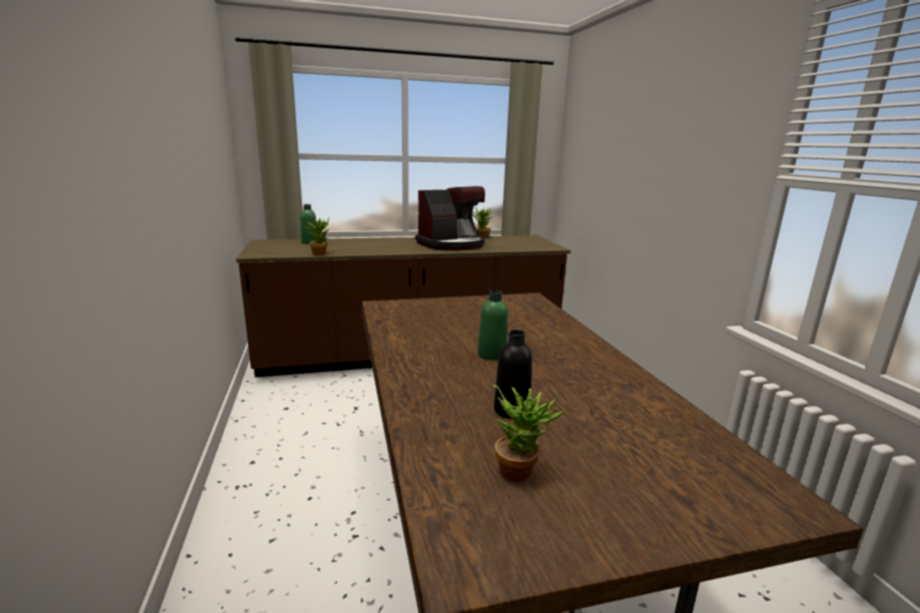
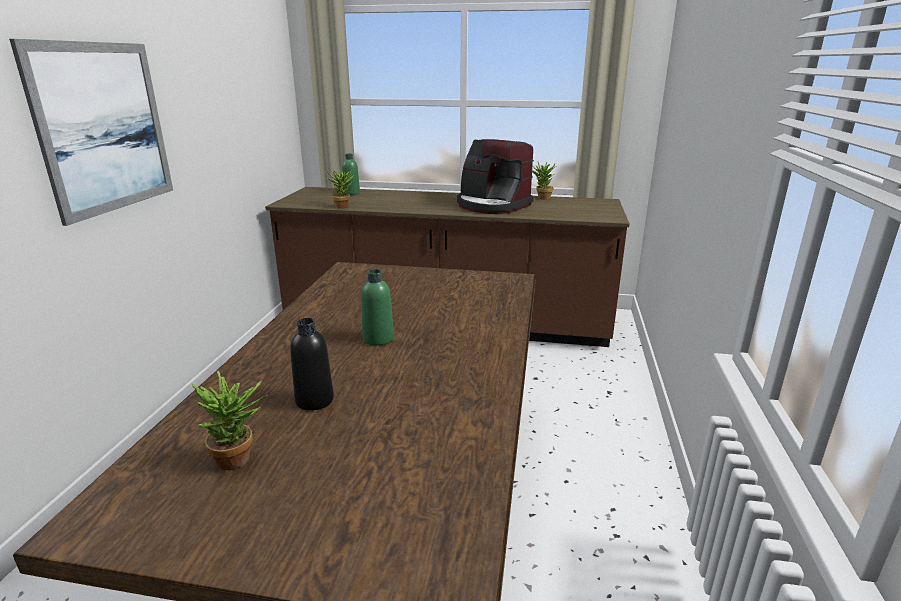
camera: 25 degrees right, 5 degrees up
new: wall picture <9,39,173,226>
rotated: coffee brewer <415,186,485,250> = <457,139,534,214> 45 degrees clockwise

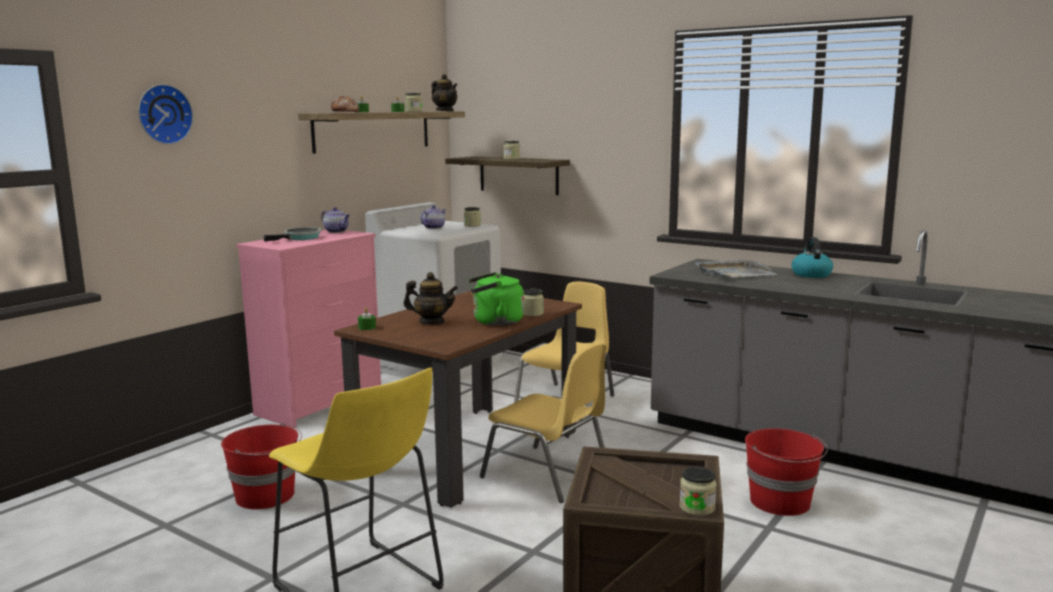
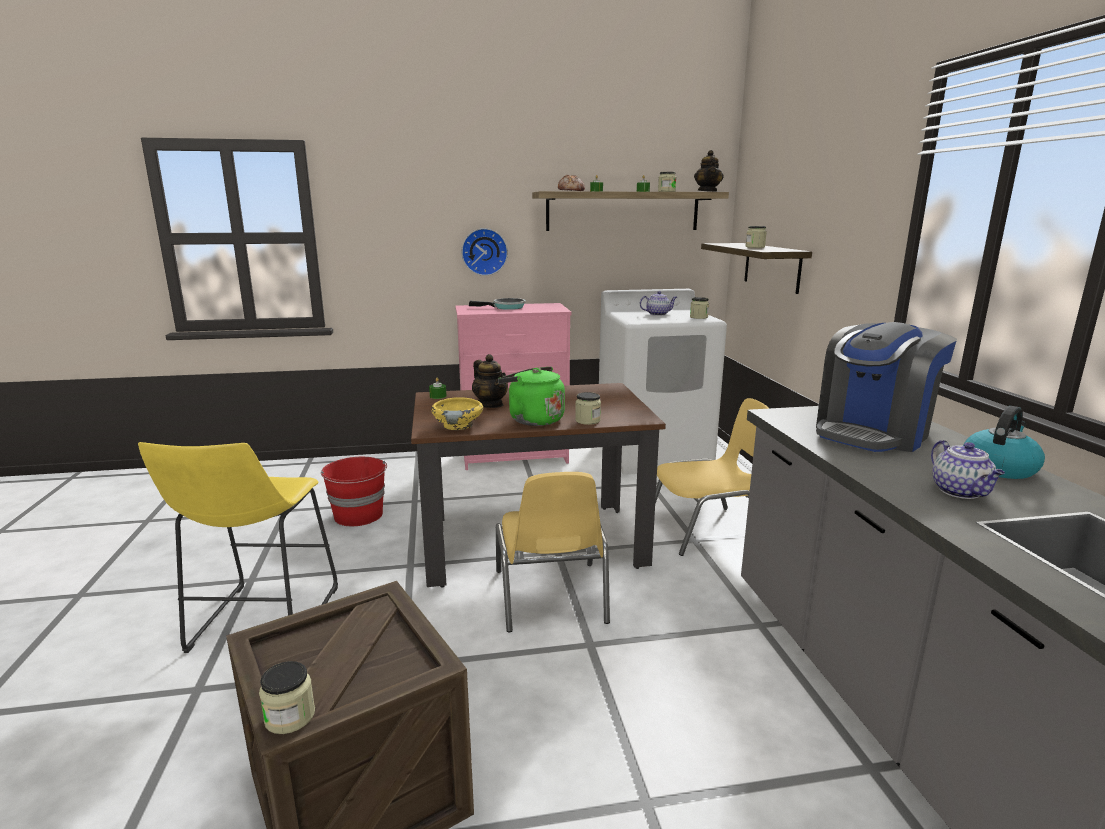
camera: 45 degrees right, 5 degrees up
gone: pail in reddish <745,428,828,516>
new: deep dish in yellow <431,397,483,430>
shifted: clock on the wall <138,84,193,145> to <461,228,508,276>; tea pot <321,207,350,233> to <931,440,1005,499>
swapped: serving tray in gray <694,260,777,277> to coffee brewer <816,322,957,452>

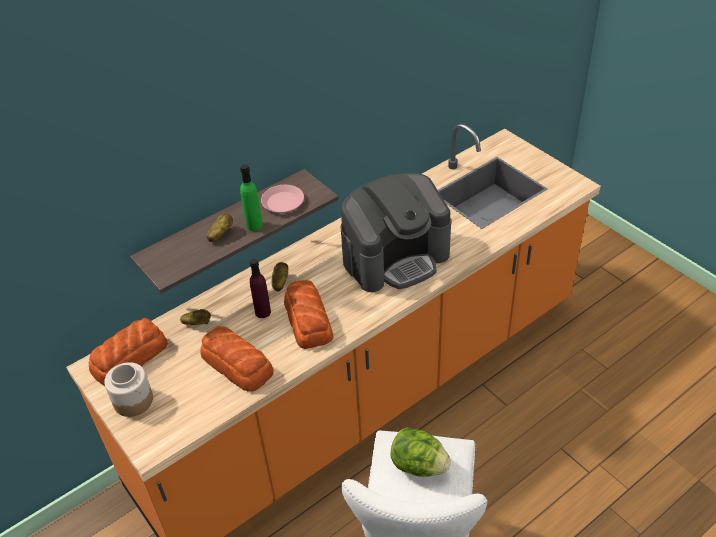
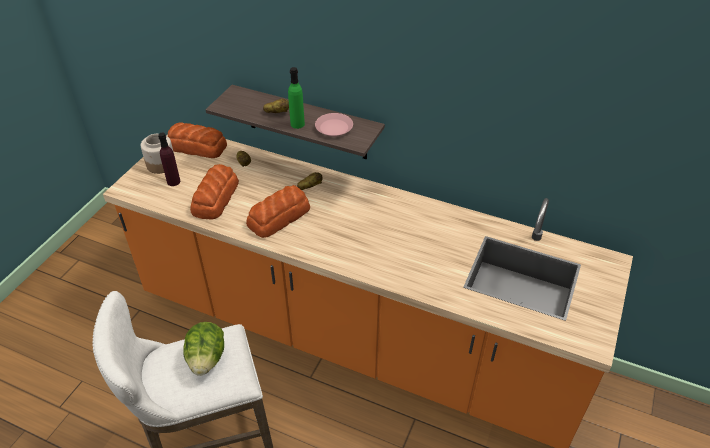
camera: 60 degrees right, 0 degrees up
gone: coffee brewer <341,173,451,292>
shifted: drink bottle in purple-coloured <250,259,271,318> to <158,133,180,186>

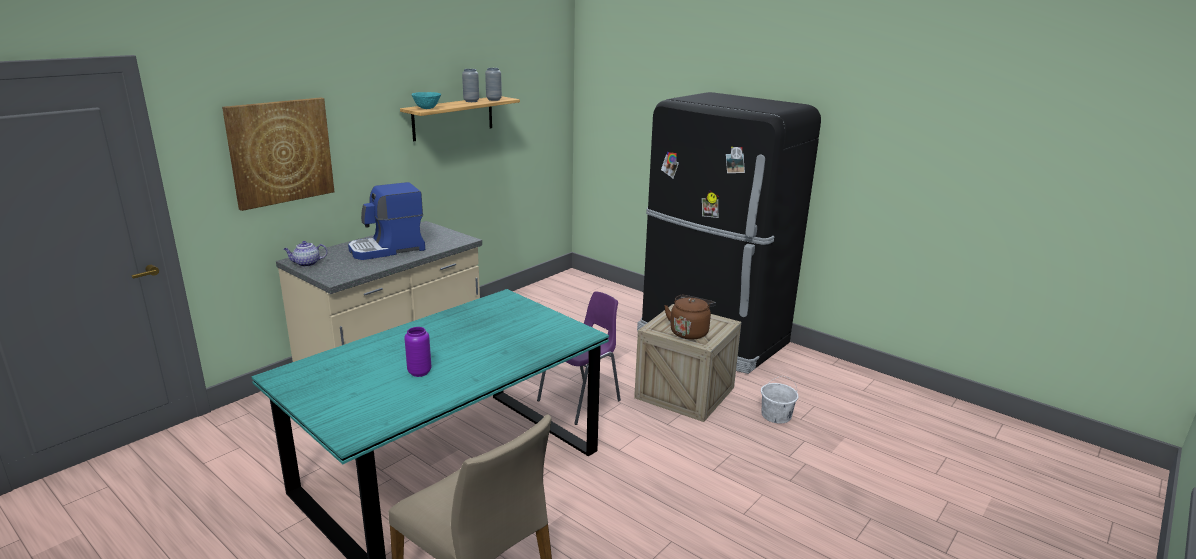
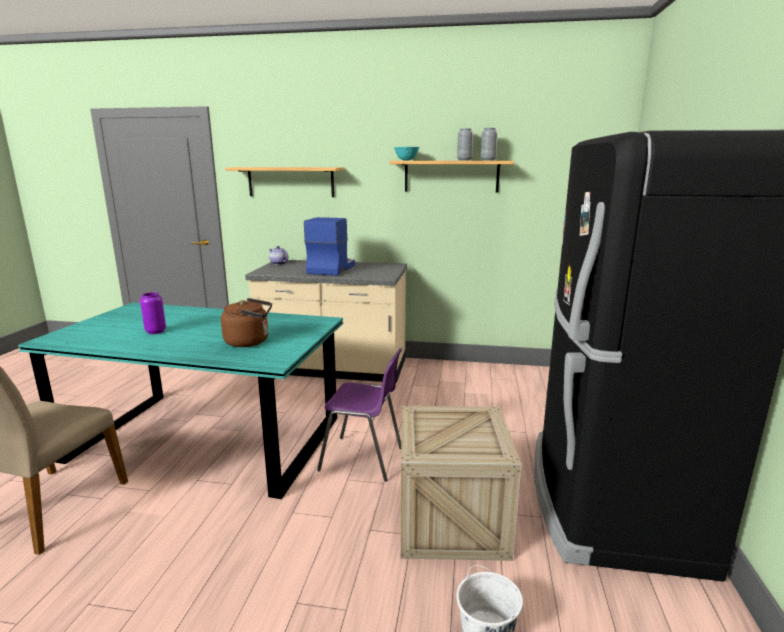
camera: 60 degrees right, 5 degrees down
shifted: tea kettle in brown-coloured <664,294,716,340> to <221,298,272,347>
swapped: wall picture <222,97,334,211> to bracket shelf <225,167,344,197>
rotated: coffee brewer <348,182,425,260> = <304,217,355,276> 75 degrees clockwise

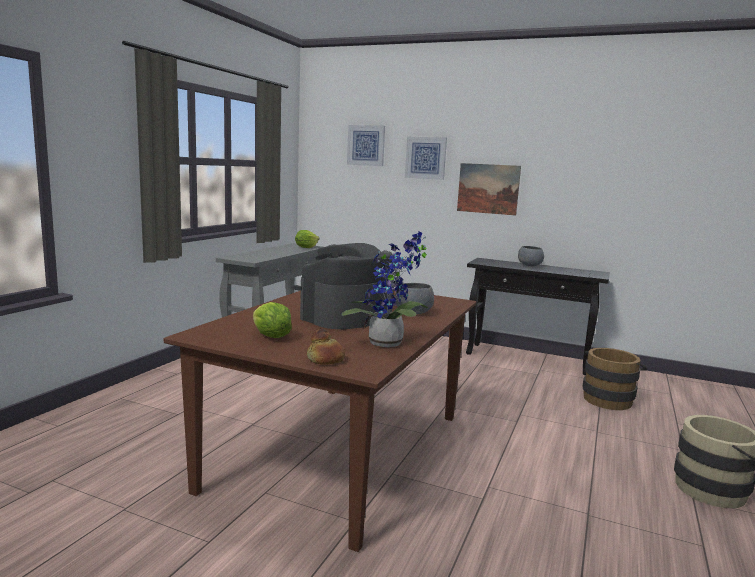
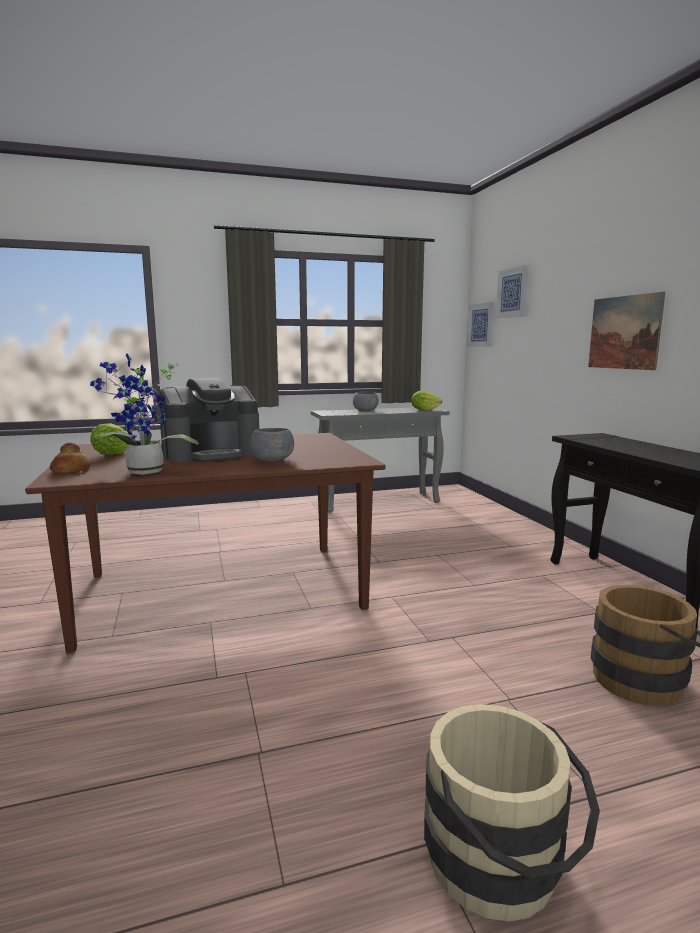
camera: 50 degrees right, 0 degrees up
shifted: wall picture <405,137,447,180> to <467,302,494,347>; deep dish in gray <518,246,544,266> to <353,392,379,412>
rotated: coffee brewer <300,243,393,329> = <159,378,259,463> 150 degrees clockwise

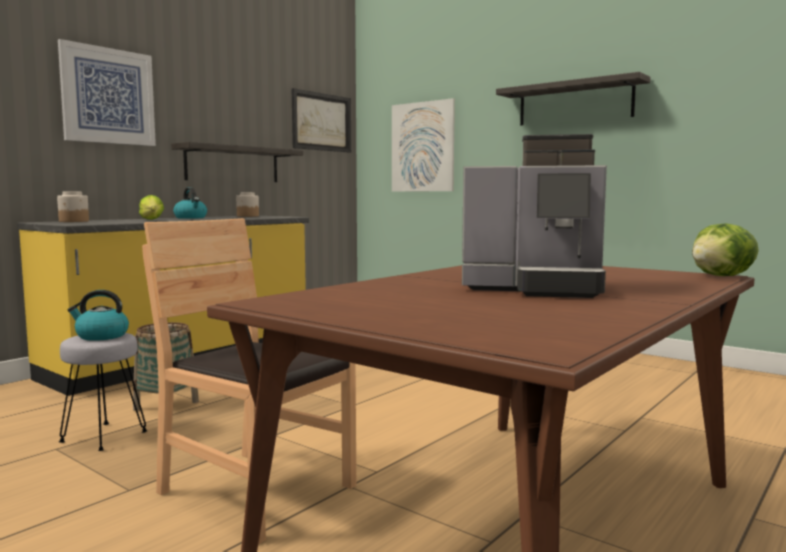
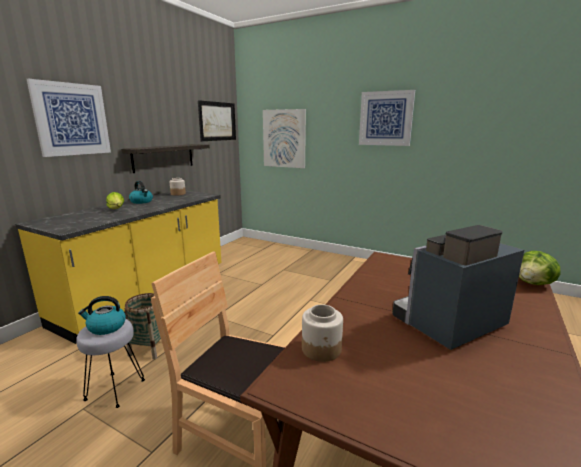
camera: 10 degrees left, 10 degrees up
shifted: jar <57,192,89,222> to <302,304,343,362>
swapped: bracket shelf <496,72,651,125> to wall picture <359,90,415,146>
rotated: coffee brewer <462,134,607,298> = <392,225,524,350> 150 degrees clockwise

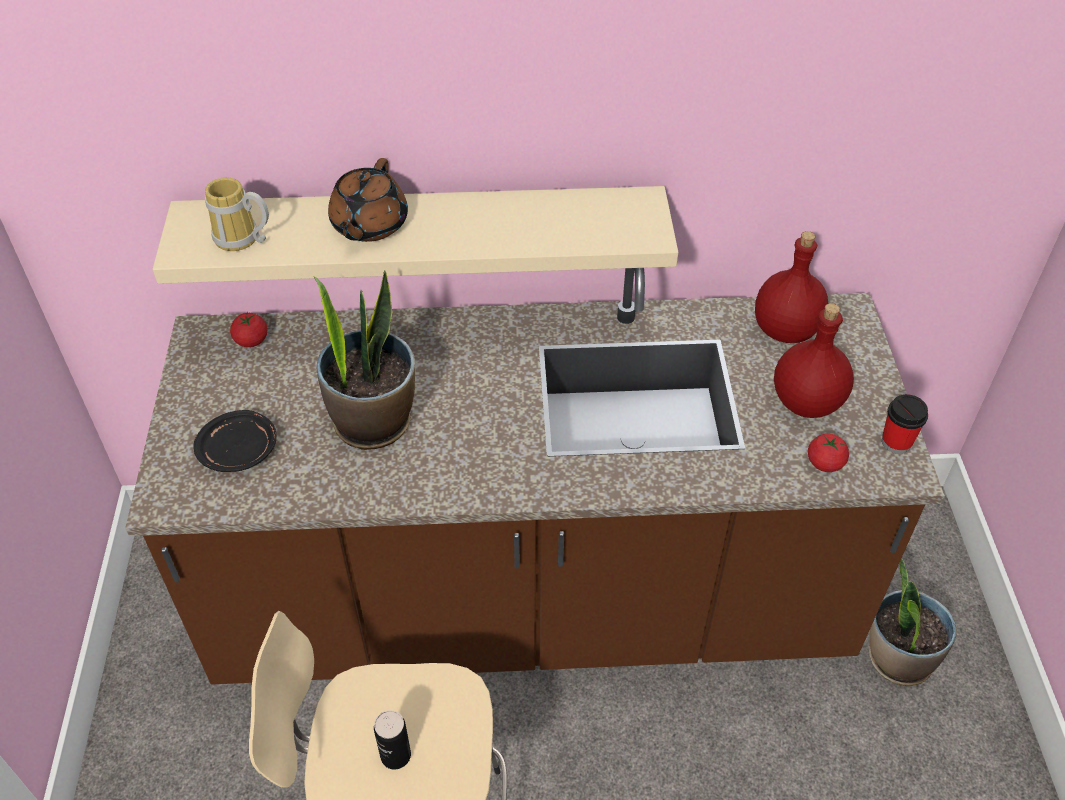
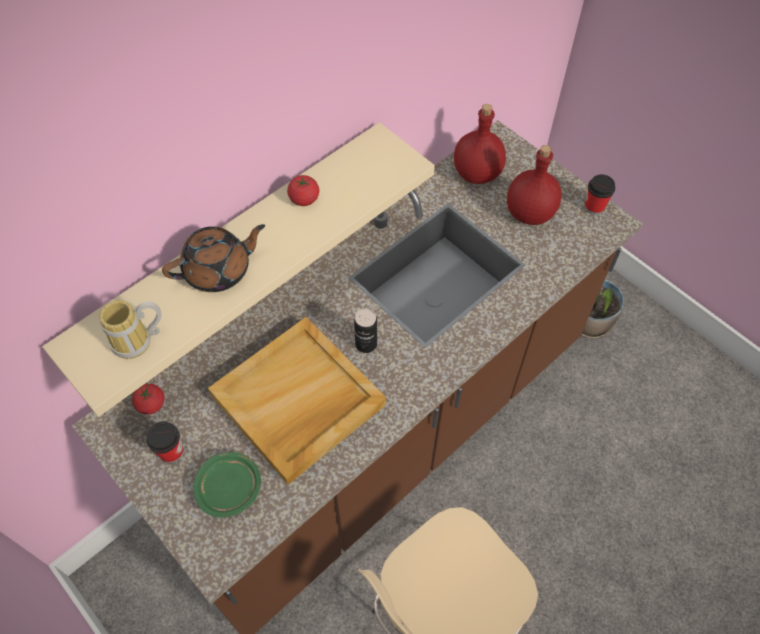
camera: 40 degrees left, 10 degrees up
new: cup <146,421,184,463>
shifted: whole tomato <808,434,849,472> to <287,175,319,206>; can <374,710,411,769> to <354,309,377,353>
swapped: potted plant <313,270,415,450> to serving tray in sand-coloured <208,317,386,485>
repainted: plate in black <193,410,276,472> to plate in greenish <193,452,261,518>
rotated: tea pot in brown-coloured <328,158,408,242> = <162,224,265,292> 90 degrees counterclockwise

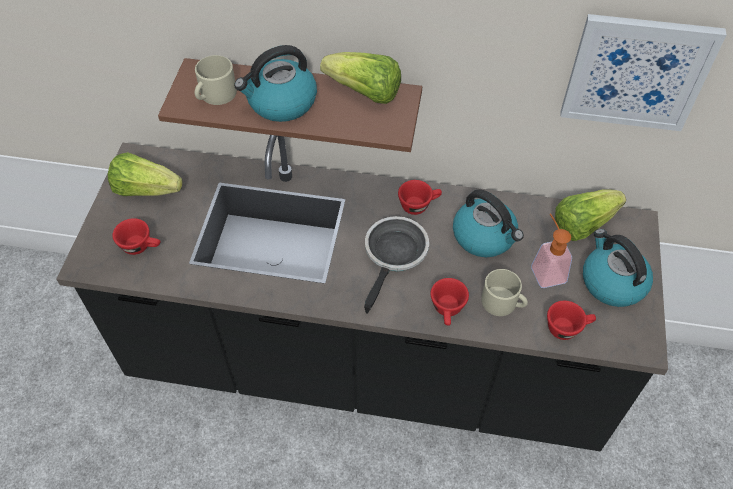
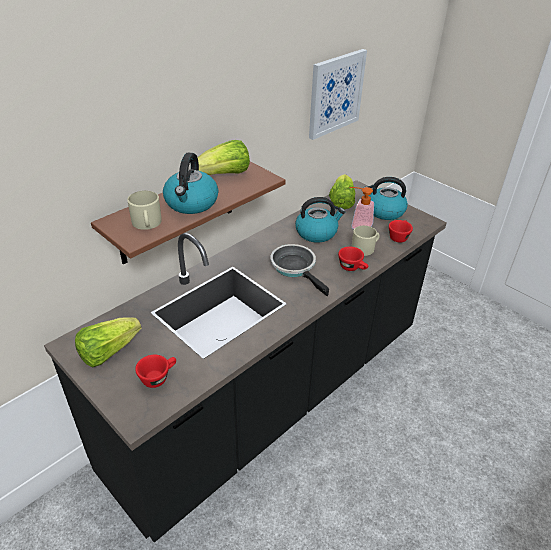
camera: 55 degrees left, 15 degrees down
gone: cup in reddish <398,180,442,215>

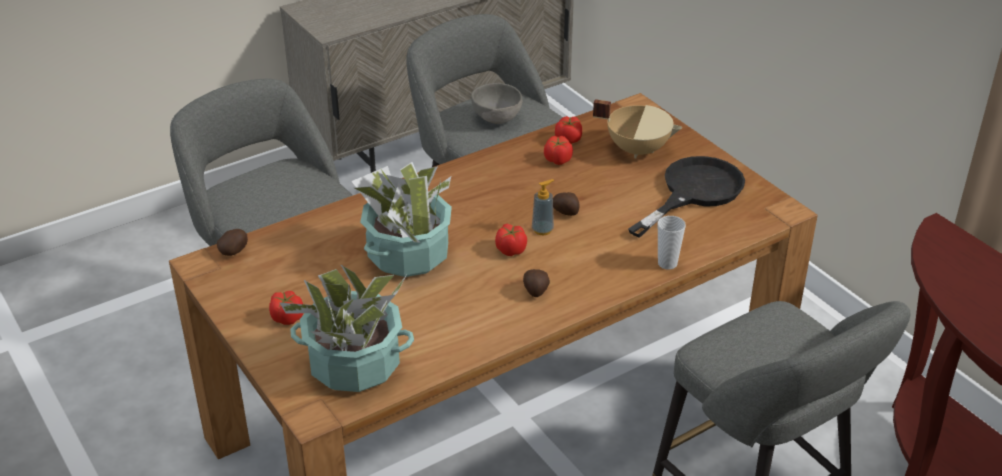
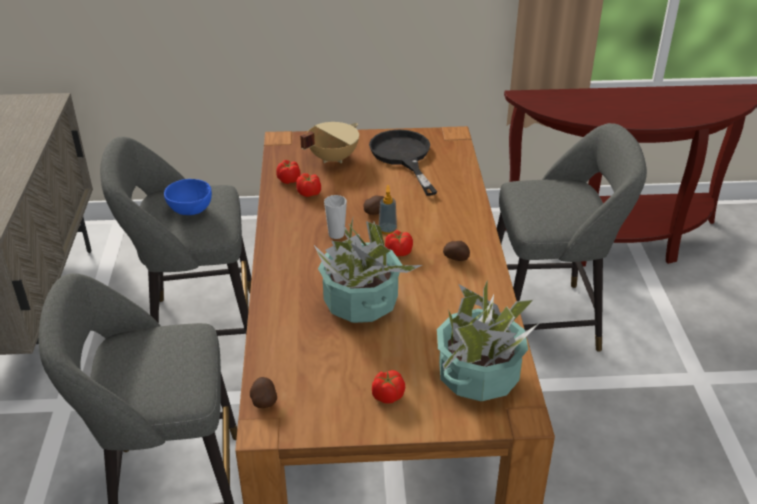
camera: 60 degrees left, 0 degrees up
shifted: cup <658,216,686,269> to <324,195,347,239>
repainted: deep dish in gray <471,83,523,124> to deep dish in blue-coloured <164,179,212,215>

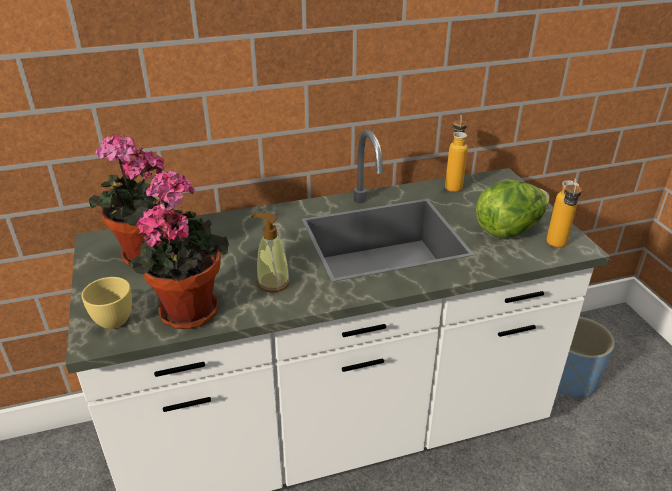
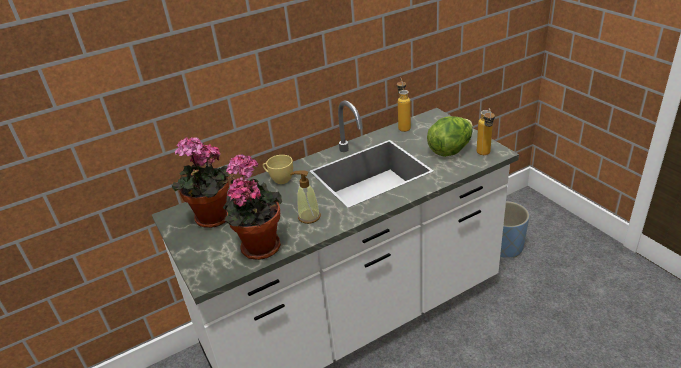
camera: 10 degrees left, 0 degrees up
shifted: cup in yellow <82,277,132,329> to <263,155,293,184>

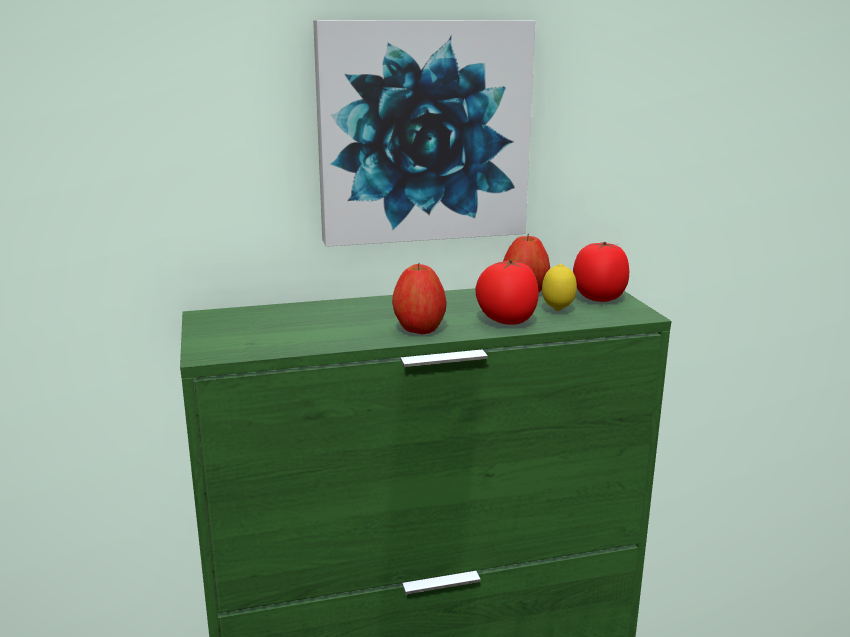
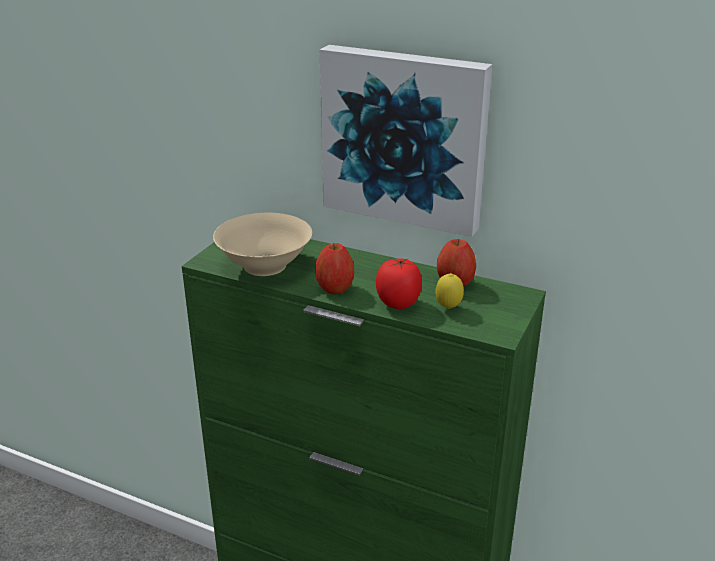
camera: 40 degrees right, 10 degrees up
gone: whole tomato <573,242,629,302>
new: deep dish in sand-coloured <213,213,312,276>

